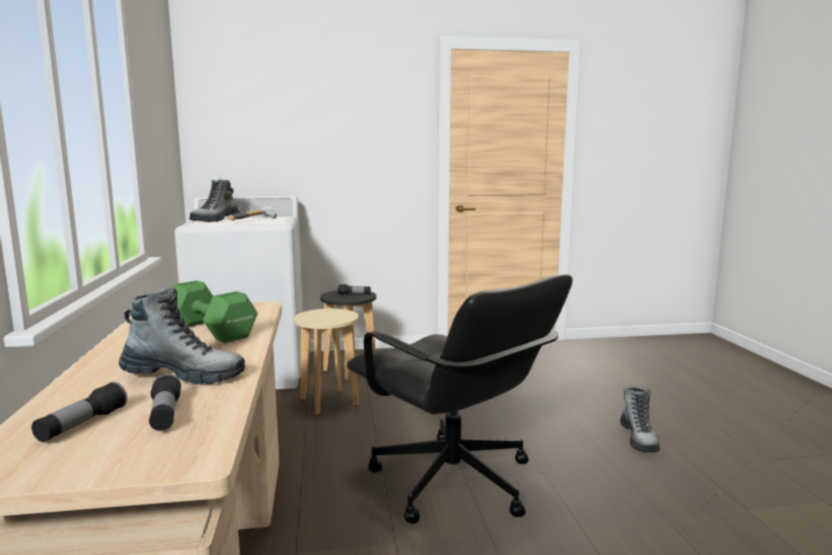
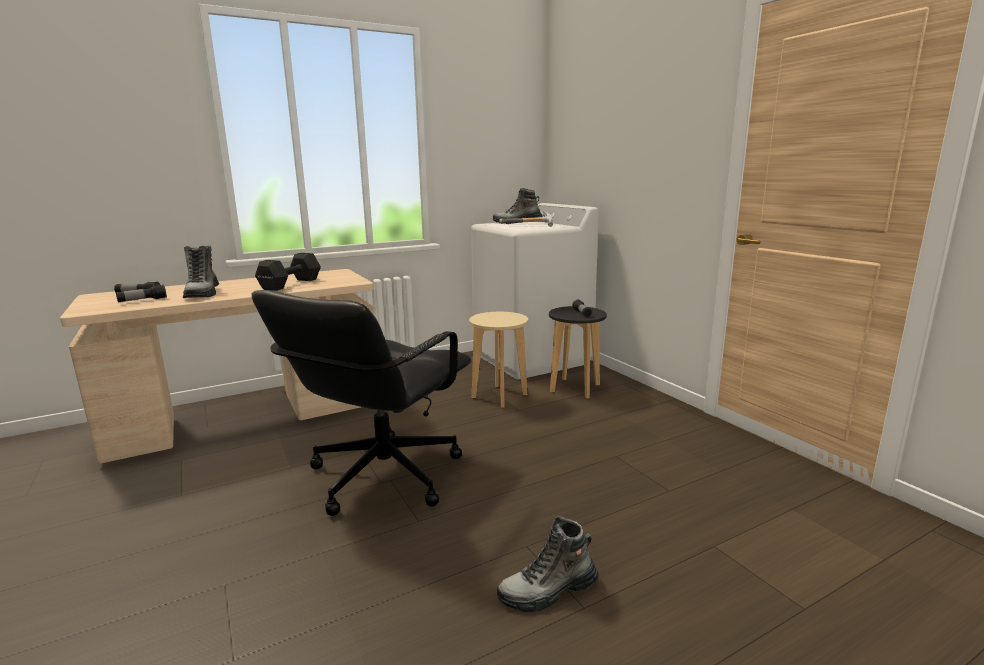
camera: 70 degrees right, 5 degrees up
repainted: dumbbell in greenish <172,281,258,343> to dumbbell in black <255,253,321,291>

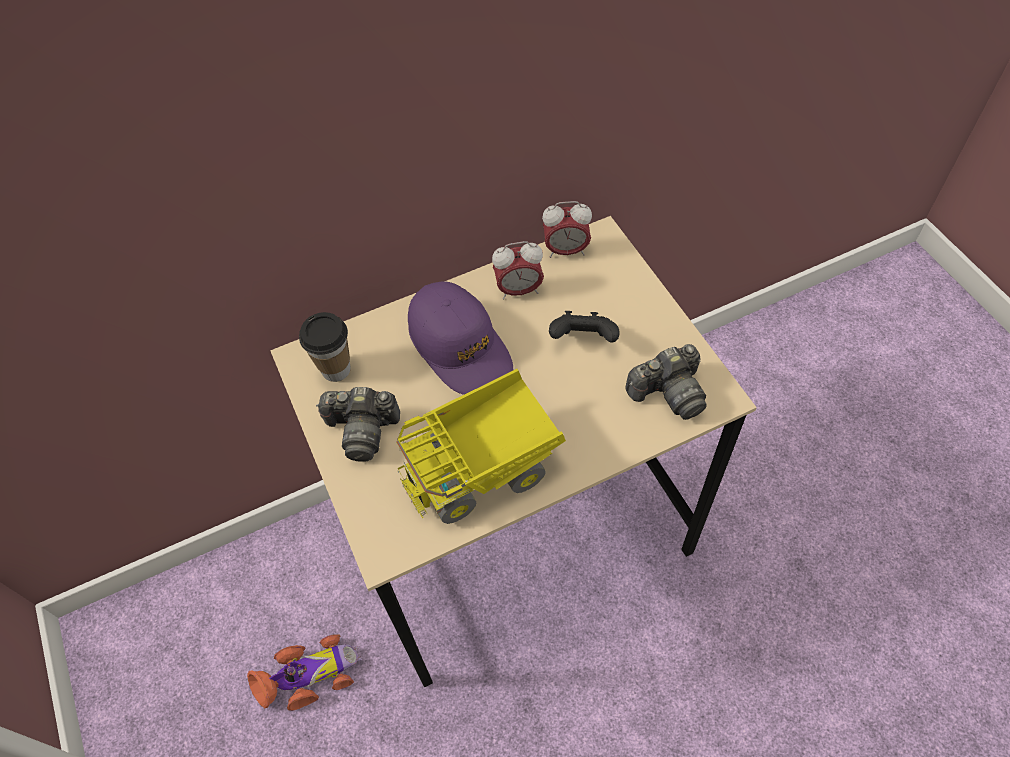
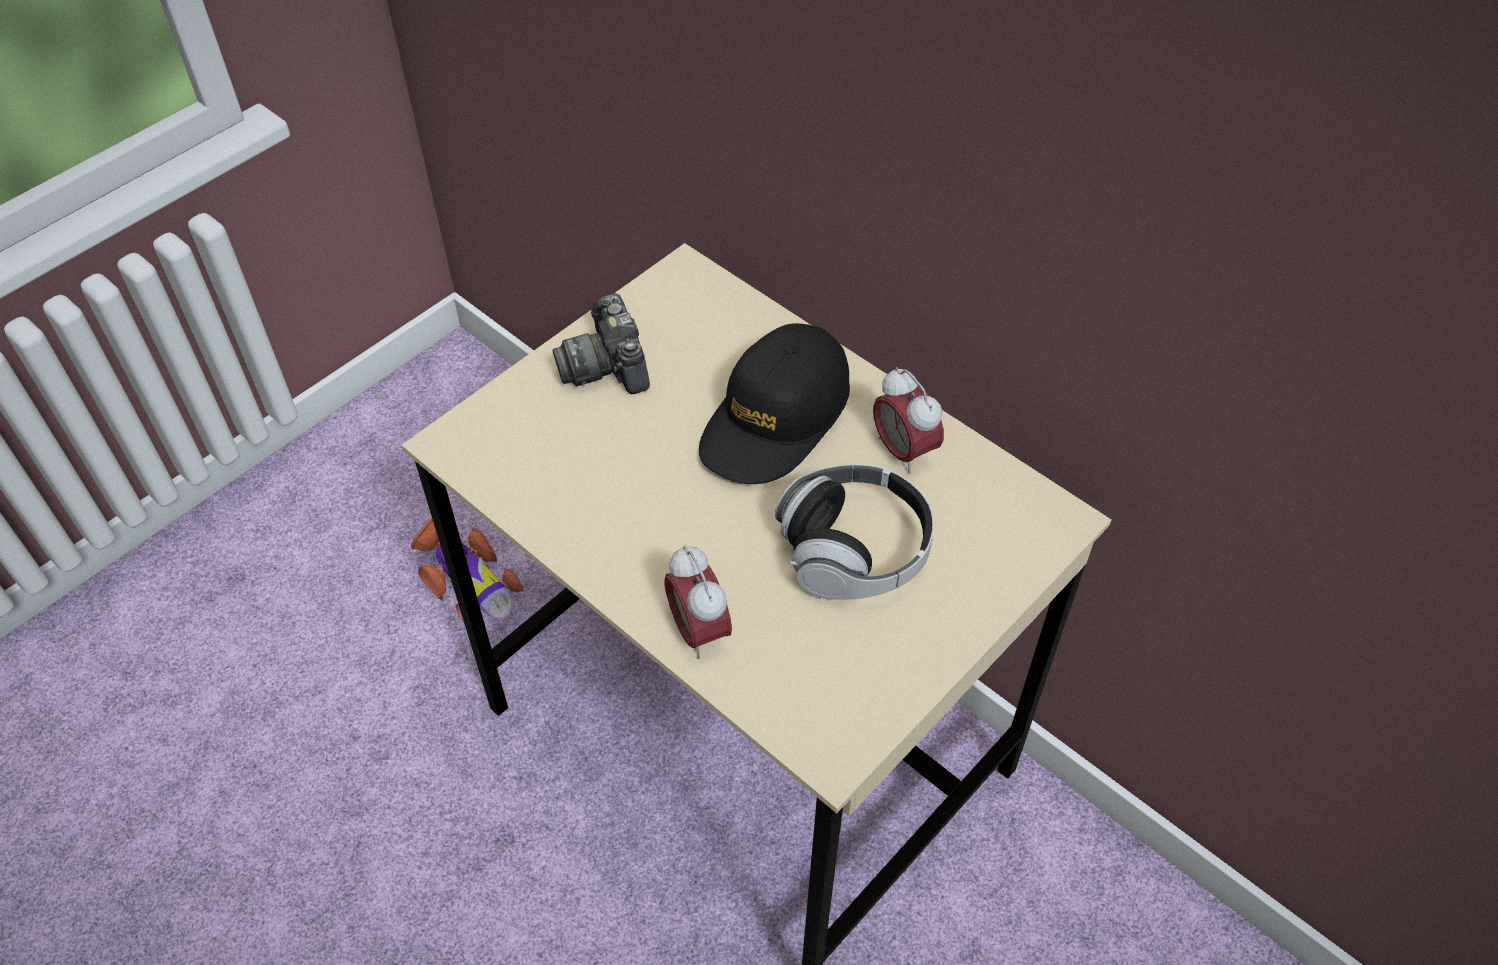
camera: 65 degrees right, 5 degrees down
gone: cup <299,312,351,382>; still camera <625,344,707,420>; toy truck <396,369,566,524>
shifted: bedside clock <542,201,592,258> to <664,545,732,659>
swapped: joypad in black <549,311,620,343> to headset <775,464,934,600>
repainted: baseball cap in purple-coloured <408,281,513,395> to baseball cap in black <699,323,850,484>

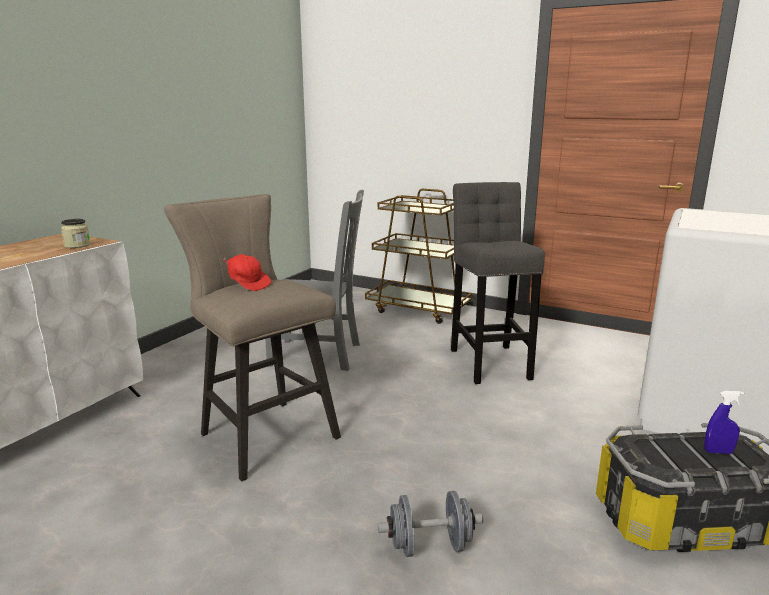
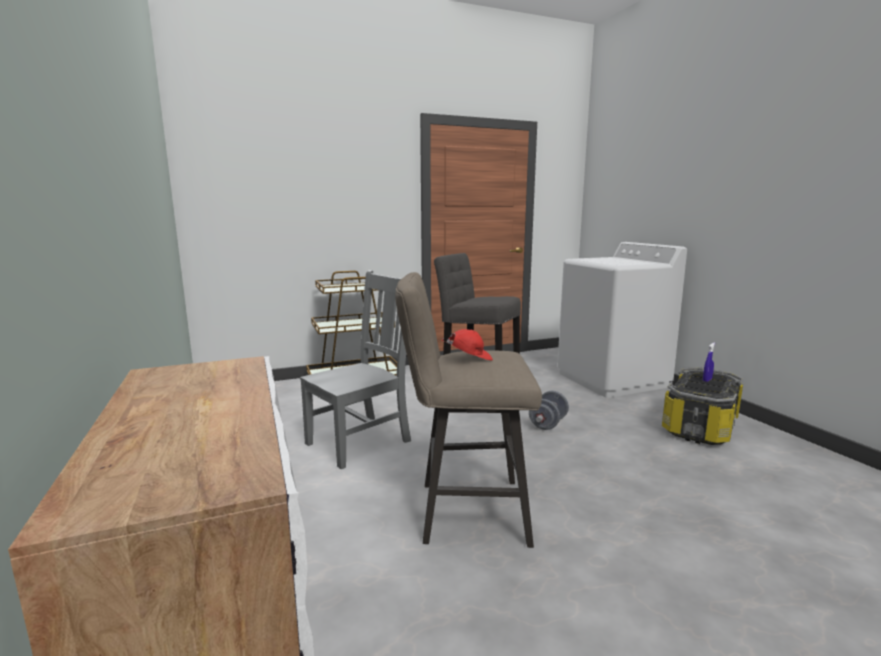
camera: 50 degrees left, 5 degrees down
gone: jar <61,219,90,248>
shifted: dumbbell in gray <378,491,484,557> to <529,391,569,430>

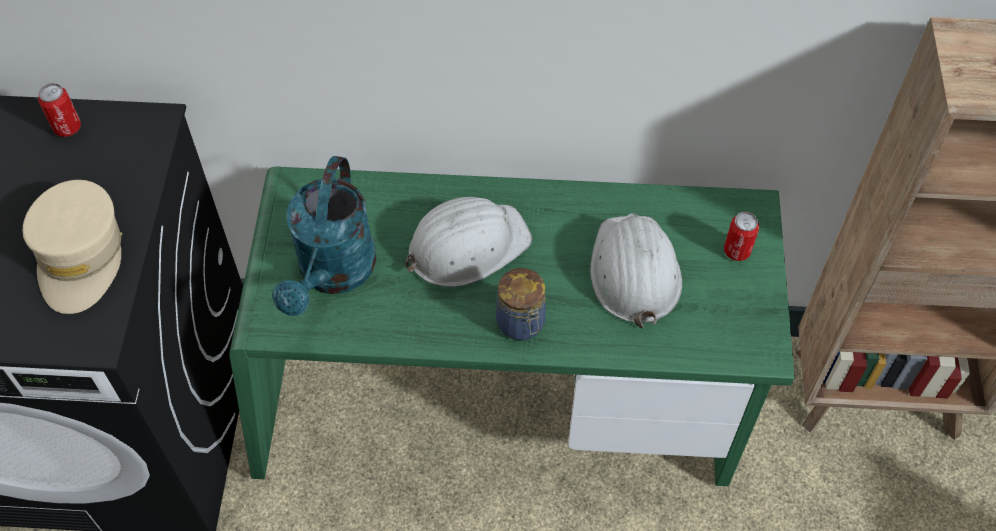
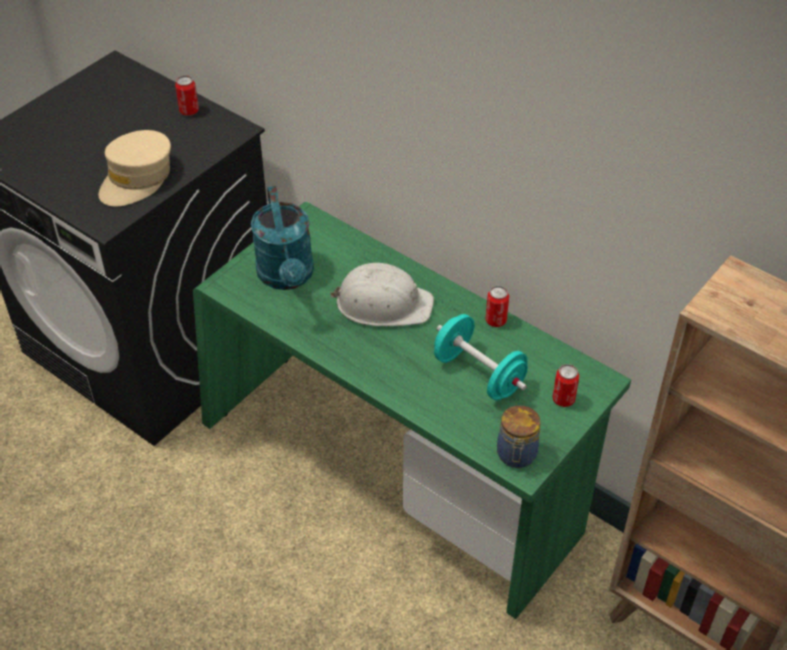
camera: 35 degrees right, 10 degrees down
new: can <486,286,509,327>
shifted: jar <496,268,546,340> to <497,405,540,468>
swapped: safety helmet in whitish <590,213,682,329> to dumbbell in turquoise-coloured <434,314,528,400>
rotated: watering pot in turquoise-coloured <272,156,377,316> = <251,186,314,290> 60 degrees counterclockwise

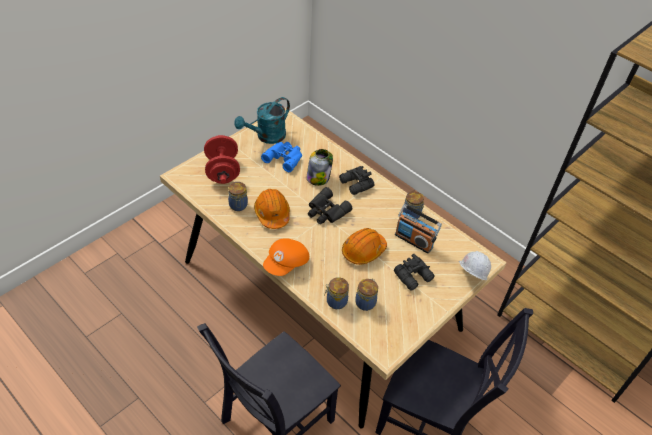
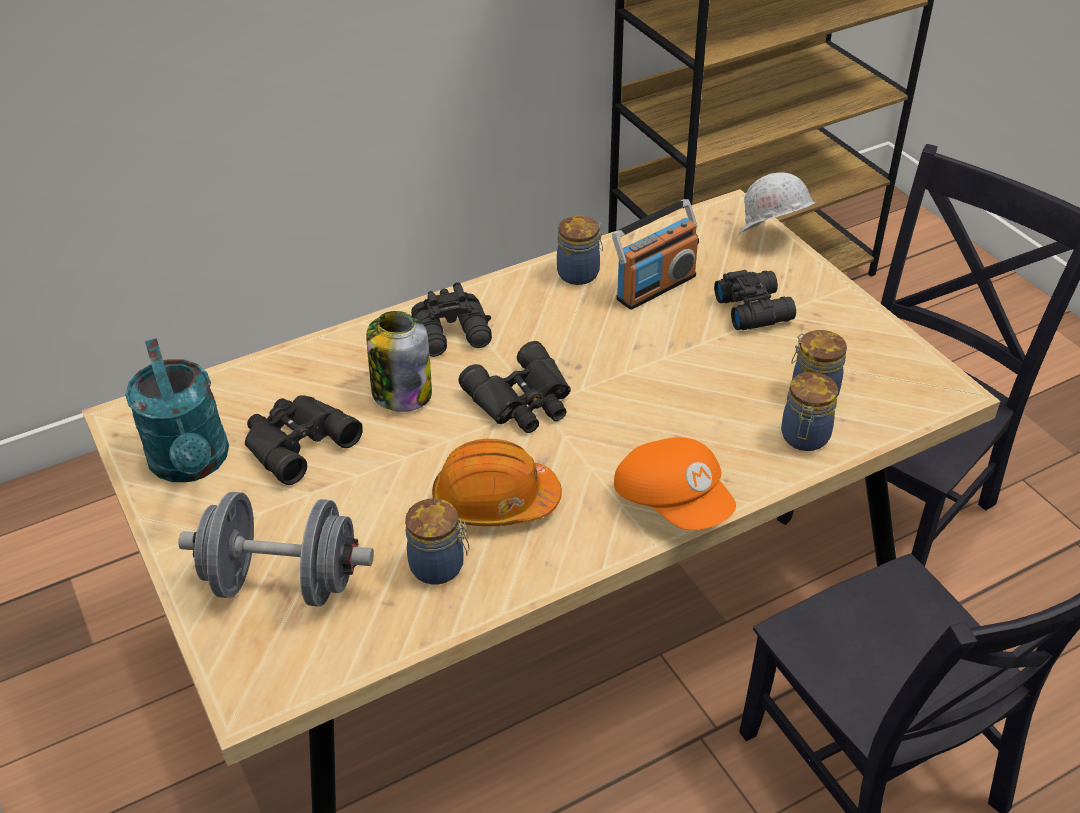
camera: 70 degrees left, 5 degrees down
gone: safety helmet in orangey <342,228,387,265>
repainted: dumbbell in reddish <204,135,240,184> to dumbbell in gray <178,492,374,606>; binoculars in blue-coloured <261,142,302,172> to binoculars in black <245,395,363,485>

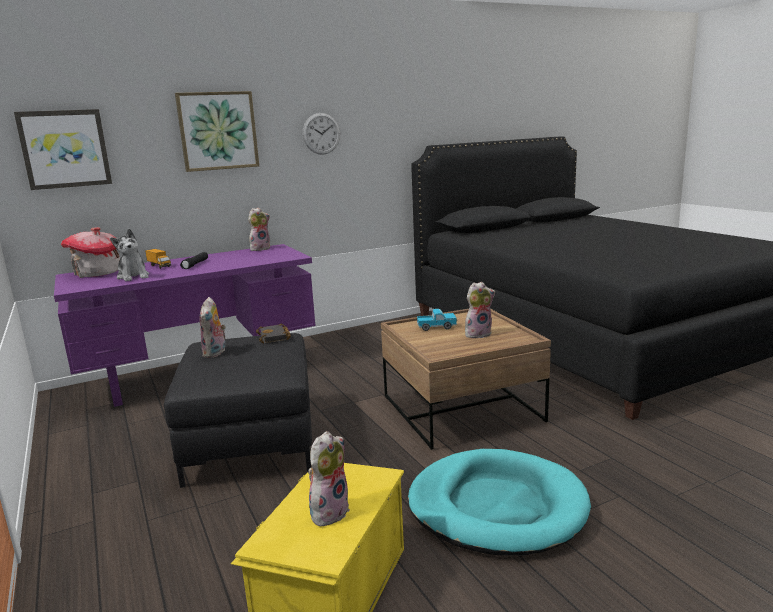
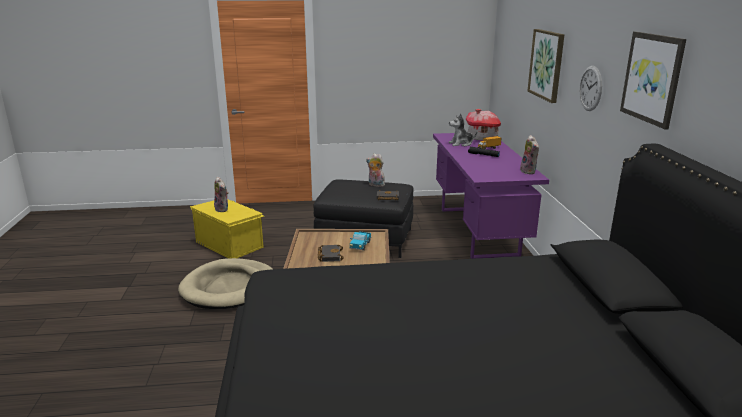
camera: 110 degrees right, 5 degrees up
shifted: wall picture <14,109,112,190> to <620,31,686,129>
swapped: soft toy <465,282,495,338> to bound book in black <318,244,344,262>
repainted: dog bed in turquoise-coloured <408,449,591,556> to dog bed in sand-coloured <178,258,272,309>

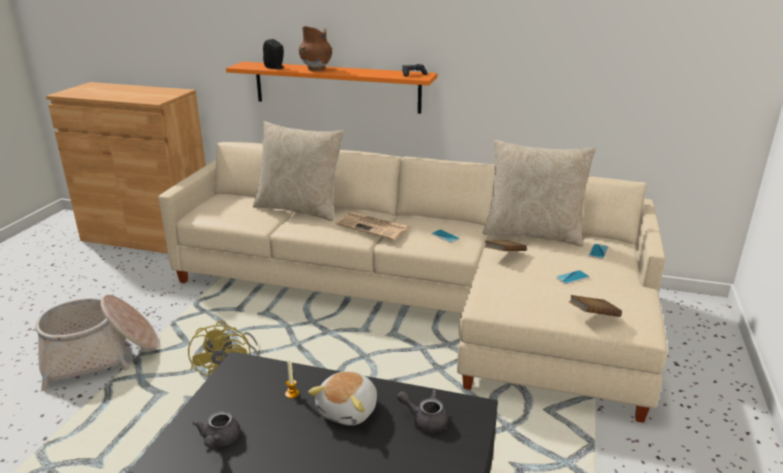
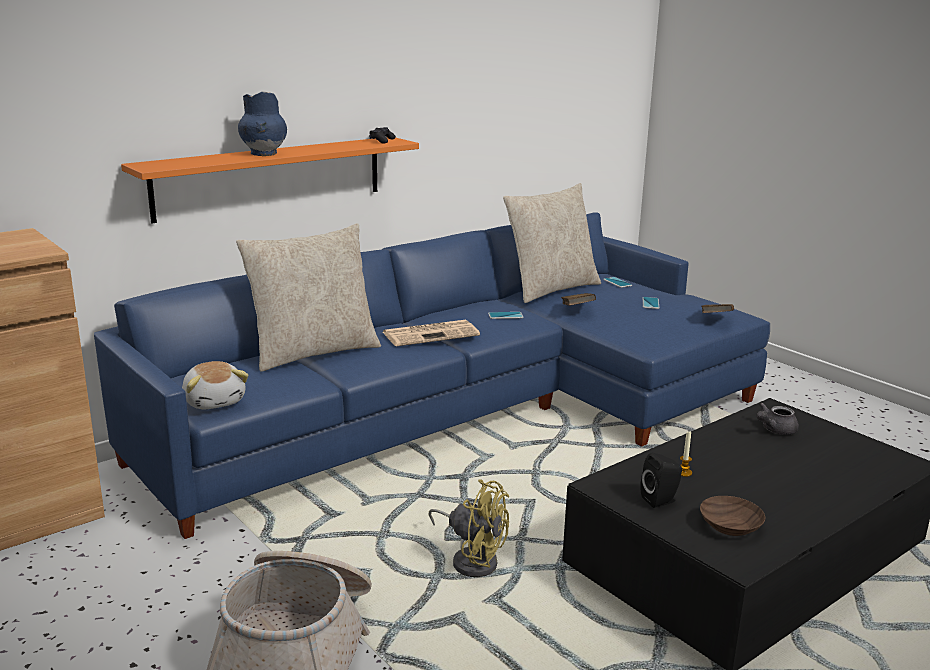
camera: 55 degrees left, 5 degrees down
shifted: audio speaker in black <263,39,284,69> to <640,453,682,508>; soft toy <308,371,377,425> to <182,361,249,409>
swapped: tea pot in gray <192,411,240,447> to deep dish in brown-coloured <700,496,765,536>
repainted: flower vase in brown-coloured <299,26,333,71> to flower vase in blue-coloured <238,92,287,156>; couch in sand-coloured <158,142,667,423> to couch in blue-coloured <94,213,770,539>

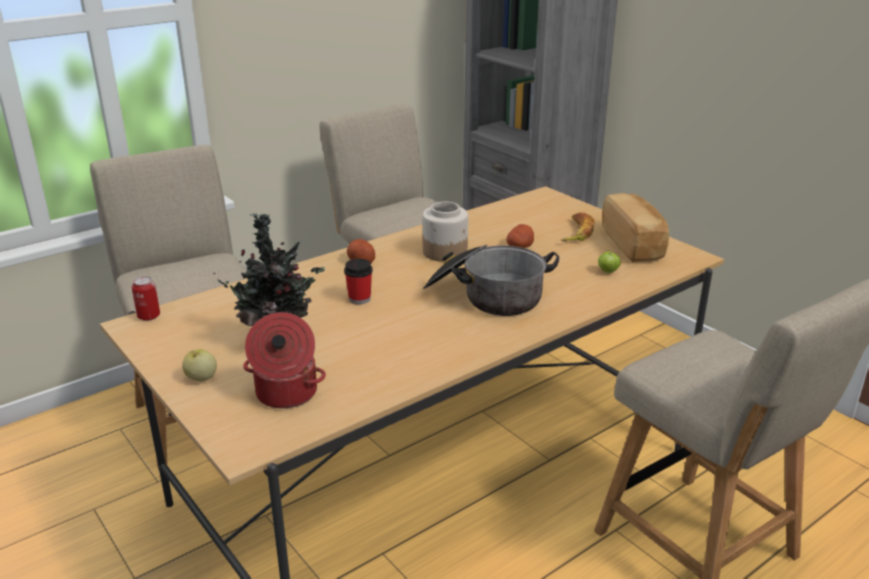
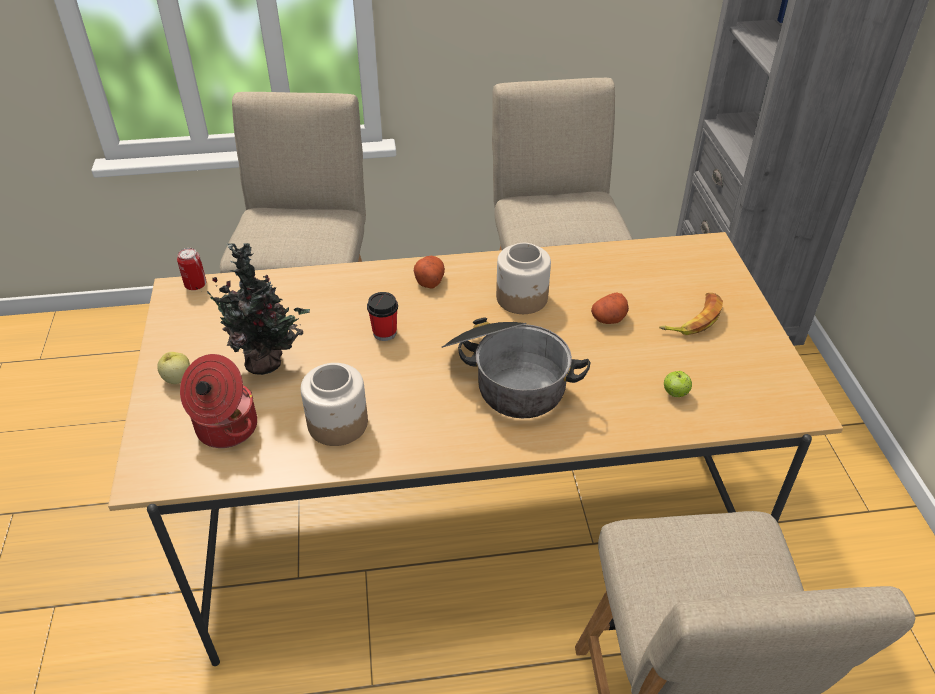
camera: 30 degrees right, 15 degrees up
gone: bread <602,193,669,262>
new: jar <301,363,368,446>

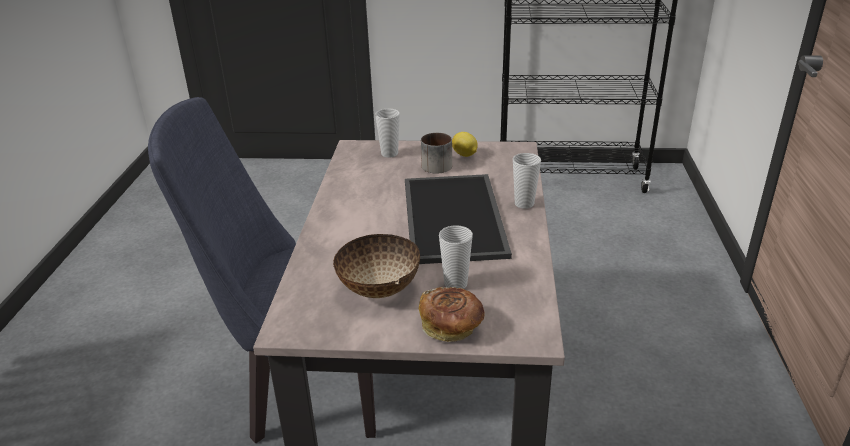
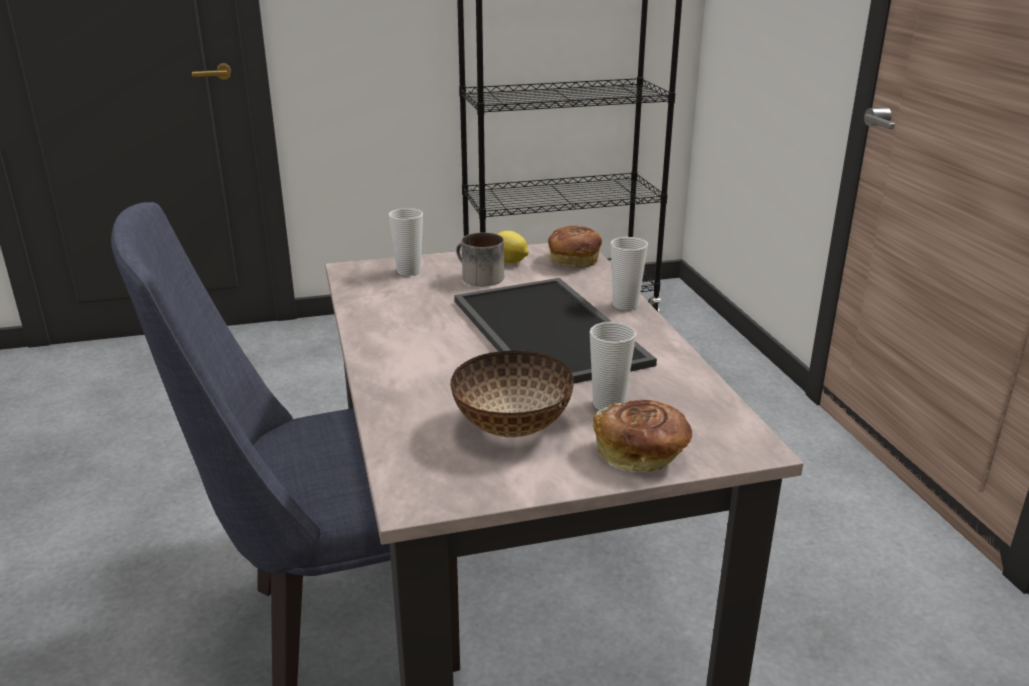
camera: 20 degrees left, 5 degrees down
new: bread <548,225,602,268>

